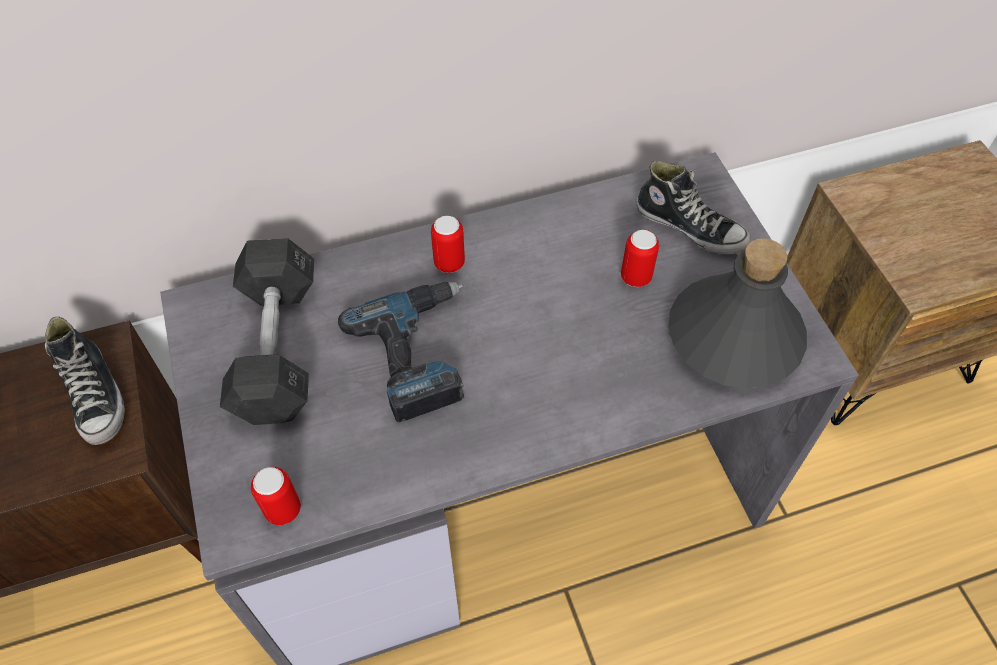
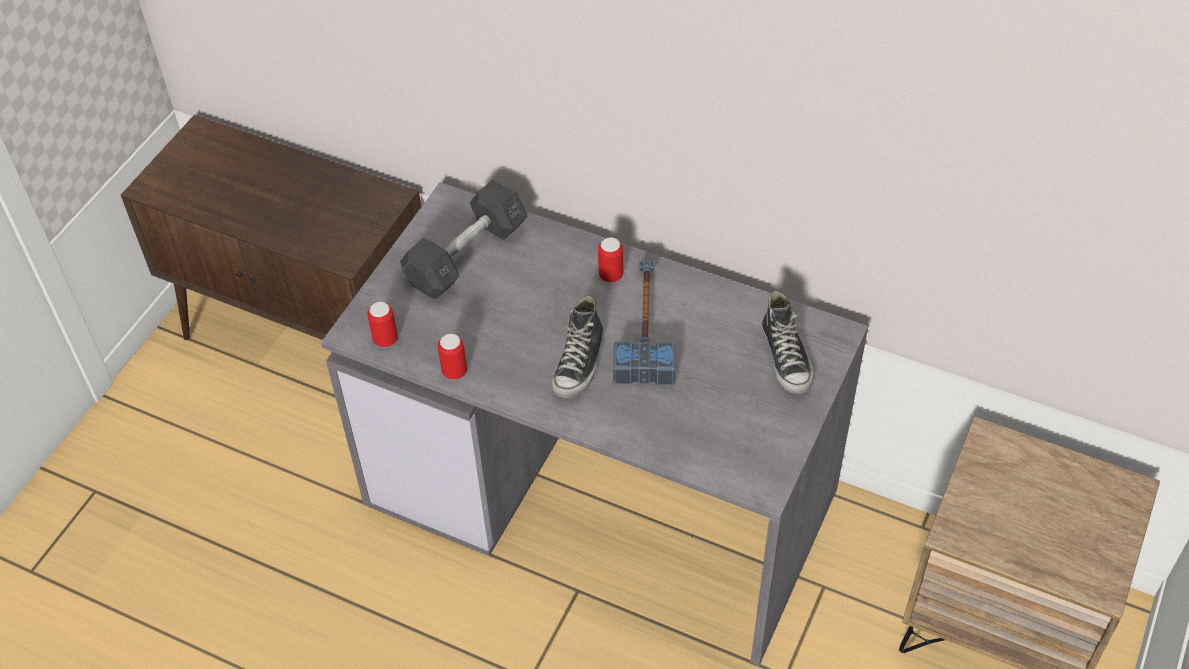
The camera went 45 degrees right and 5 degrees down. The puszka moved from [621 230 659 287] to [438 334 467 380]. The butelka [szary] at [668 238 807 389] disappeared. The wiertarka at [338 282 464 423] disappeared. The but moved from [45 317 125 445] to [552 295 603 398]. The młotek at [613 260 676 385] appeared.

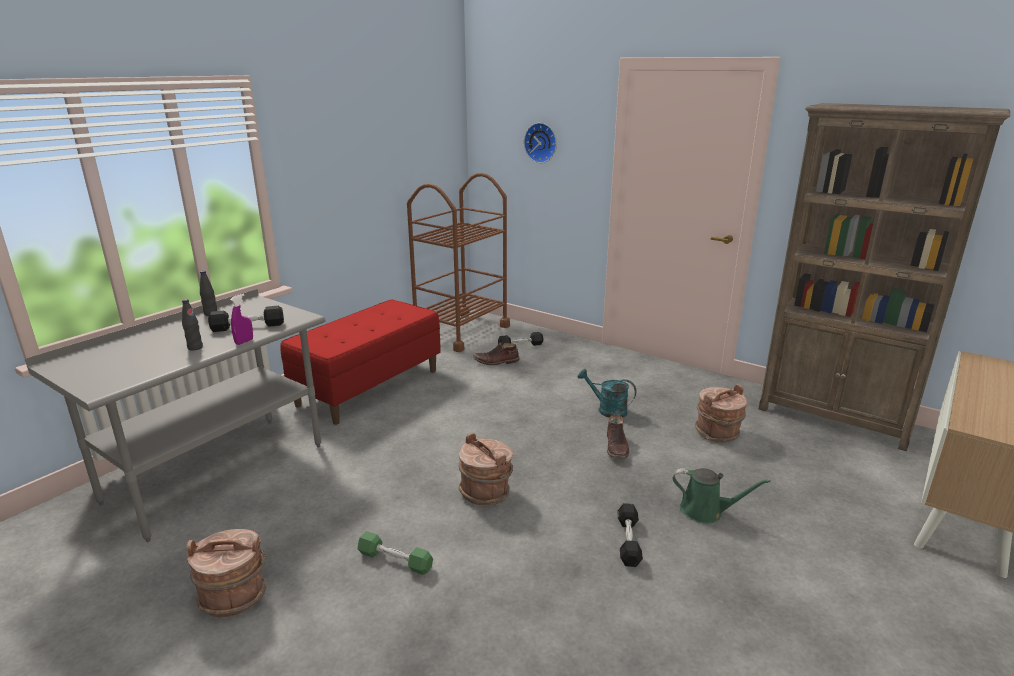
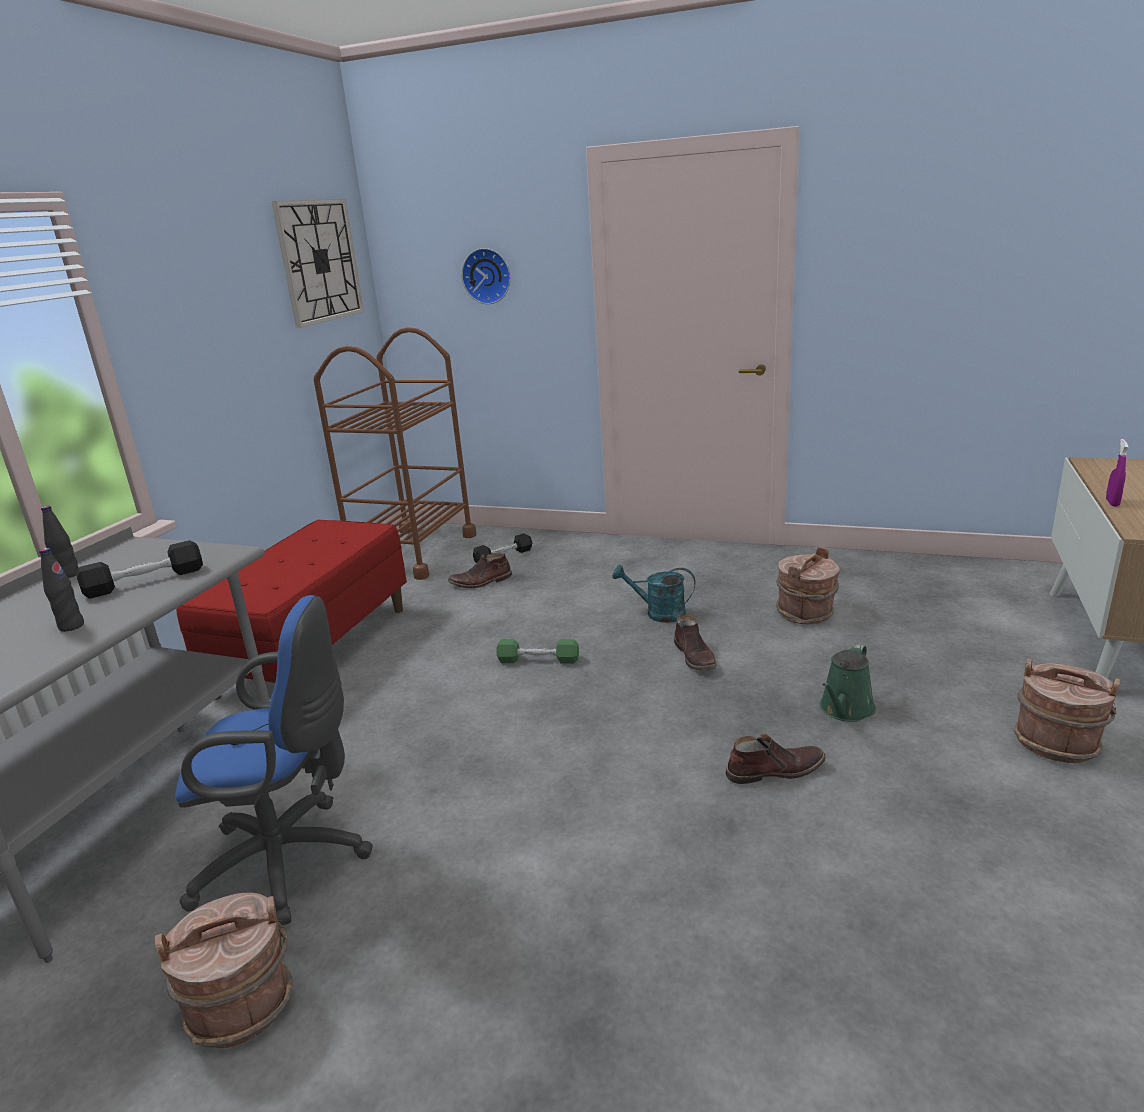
The camera went 15 degrees left and 0 degrees up. The regał [brązowy] at [758 103 1010 452] disappeared. The spryskiwacz [fioletowy] moved from [230 294 253 345] to [1106 439 1128 507]. The wiadro [brązowy] moved from [459 432 513 506] to [1014 659 1121 763]. The konewka [zielony] at [672 468 771 524] turned 120 degrees clockwise. The hantel [czarny] at [617 503 643 567] was replaced by the but z cholewką [brązowy] at [725 734 826 784]. The hantel [zielony] moved from [357 531 433 575] to [496 639 579 664]. The zegar ścienny at [271 199 364 328] appeared. The krzesło biurowe [niebieski] at [175 595 373 925] appeared.

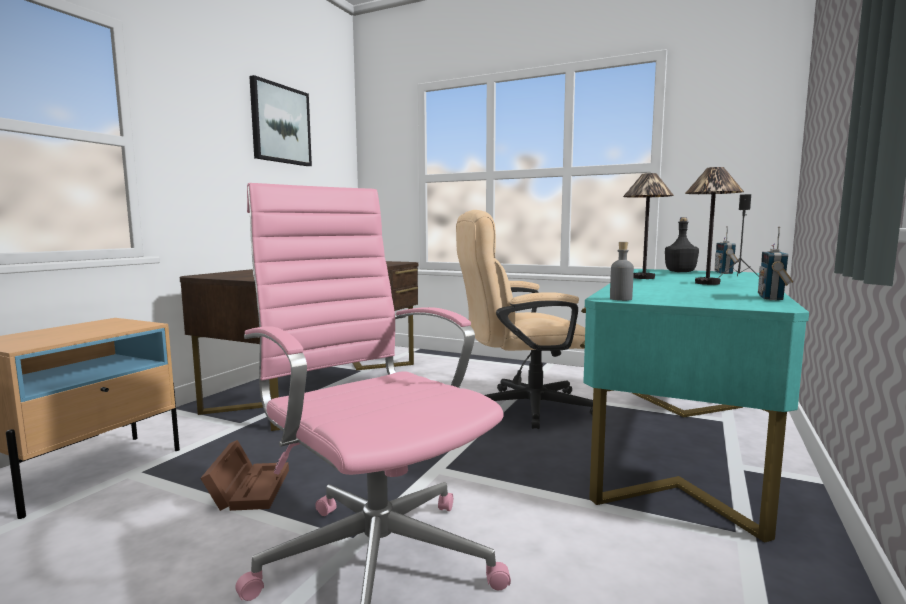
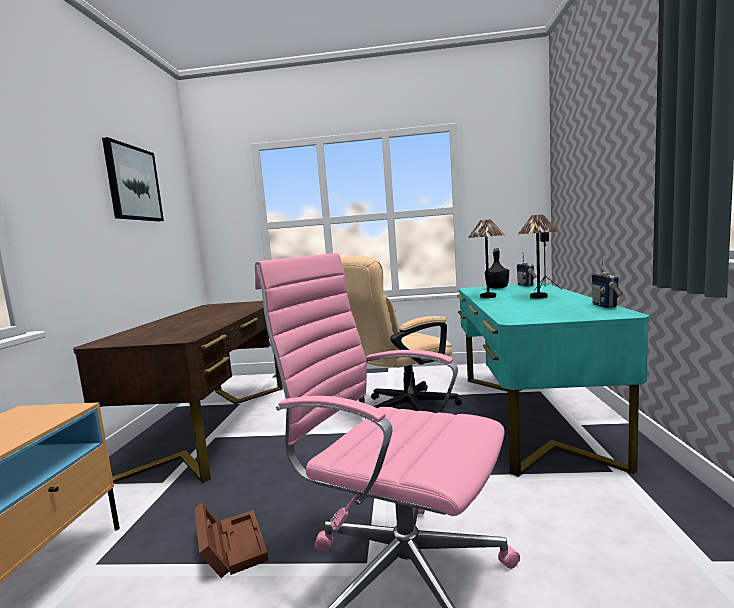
The camera went 20 degrees left and 0 degrees up. The butelka [szary] at [610 242 634 301] disappeared.

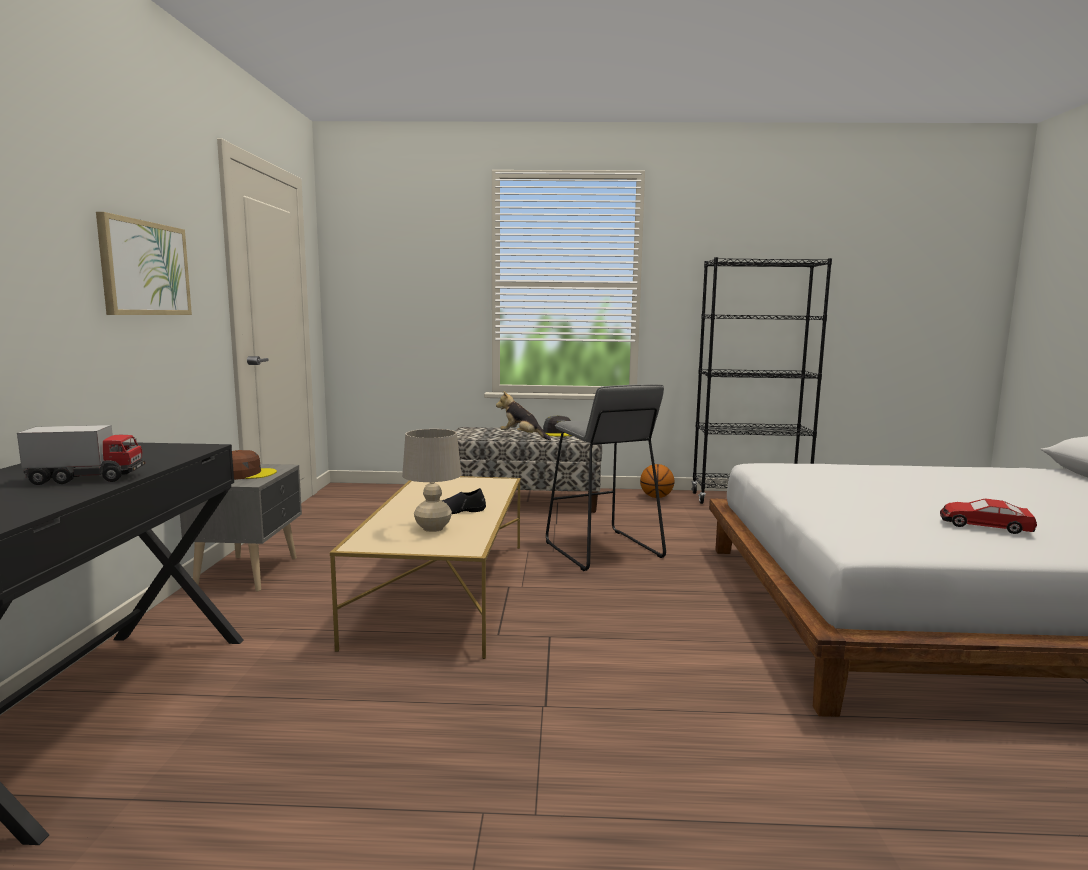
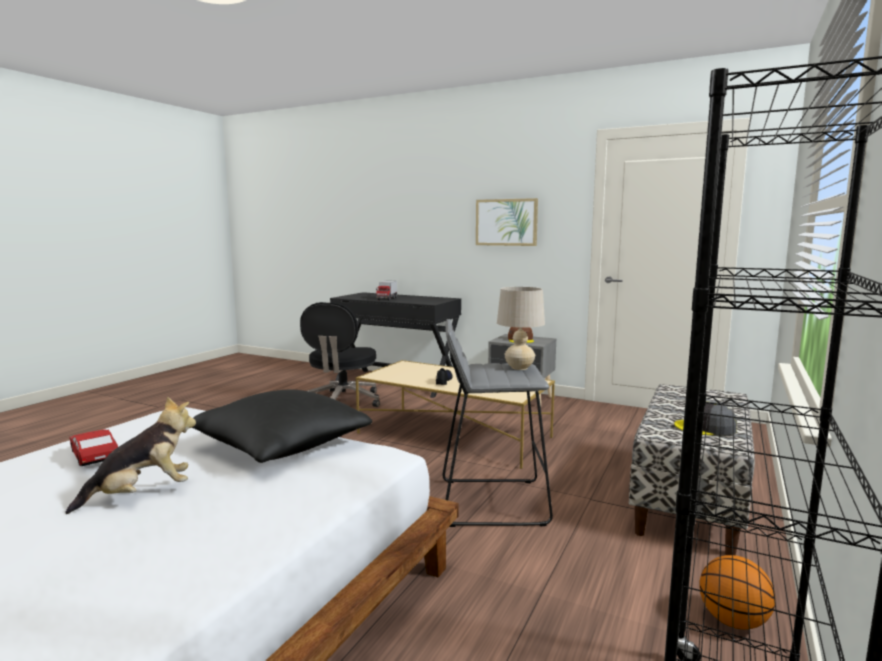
The camera went 115 degrees right and 0 degrees up. The pluszak moved from [496 391 551 440] to [65 397 196 514]. The lampa stołowa [beżowy] moved from [402 429 461 532] to [497 287 545 370]. The samochodzik at [940 498 1037 534] turned 90 degrees counterclockwise. The krzesło biurowe [czarny] at [300 302 380 407] appeared. The poduszka [czarny] at [192 390 372 463] appeared.

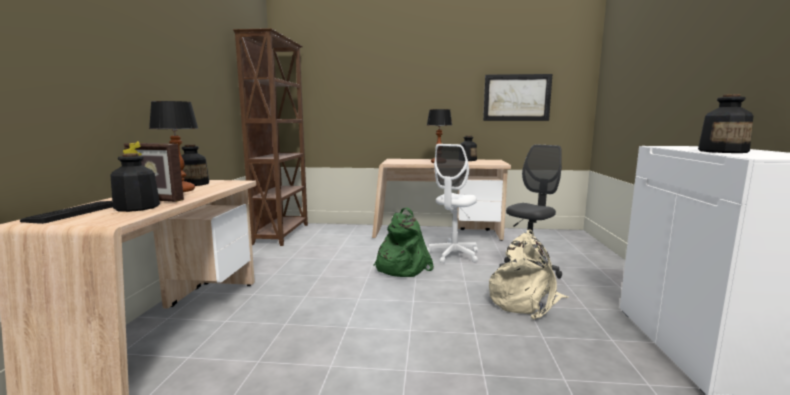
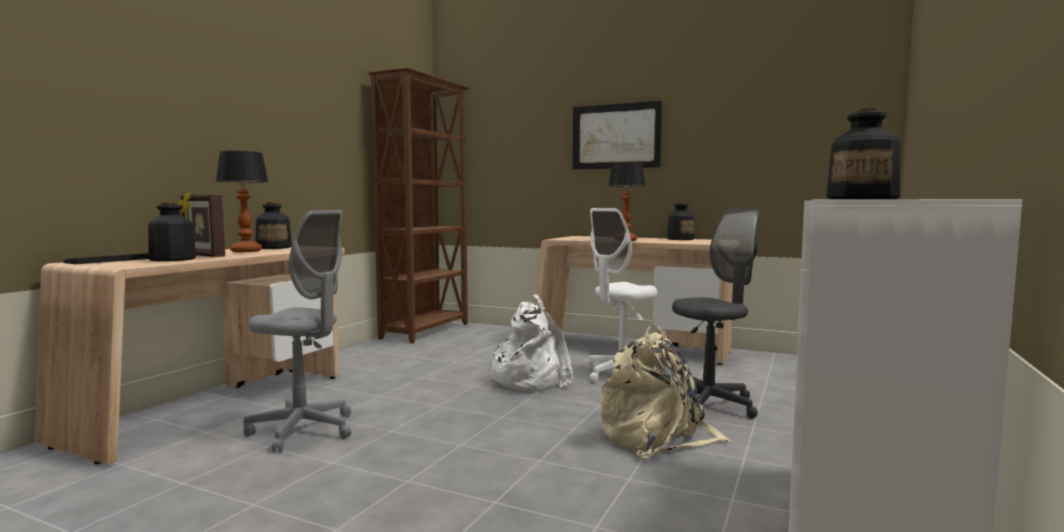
The camera went 20 degrees right and 5 degrees down. The obraz moved from [483 74 552 121] to [573 101 662 170]. The plecak [zielony] at [373 208 434 277] became the plecak [biały] at [486 295 573 392]. The krzesło biurowe [szary] at [243 210 351 452] appeared.

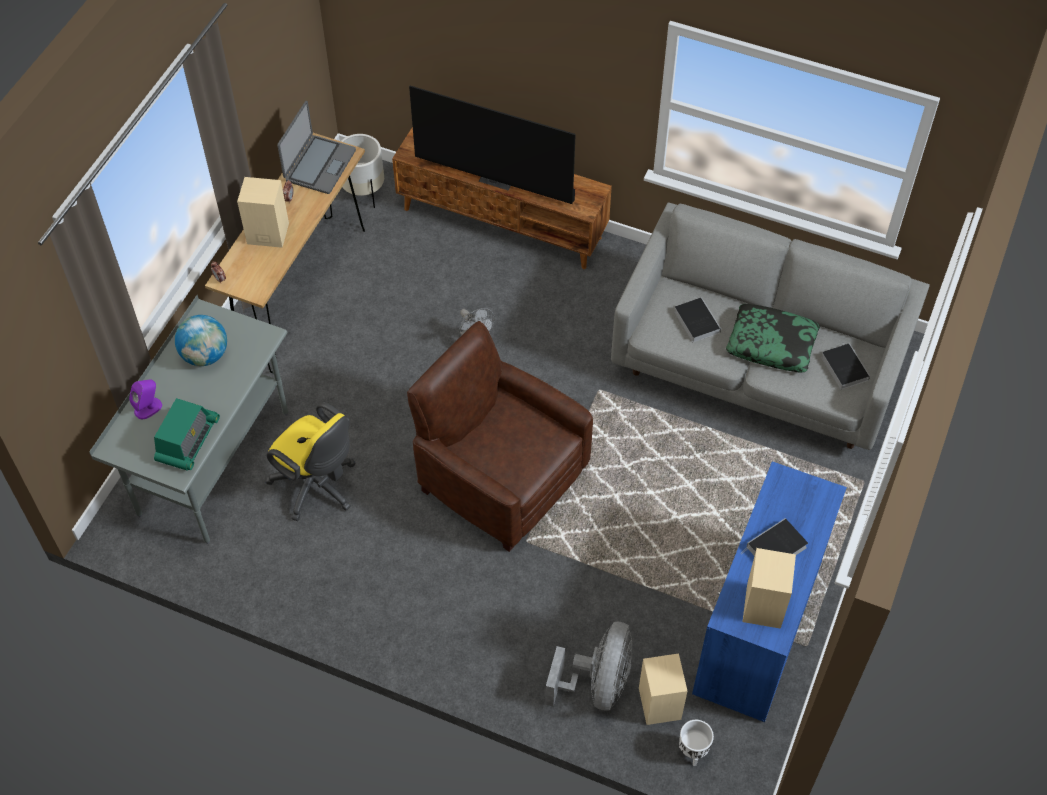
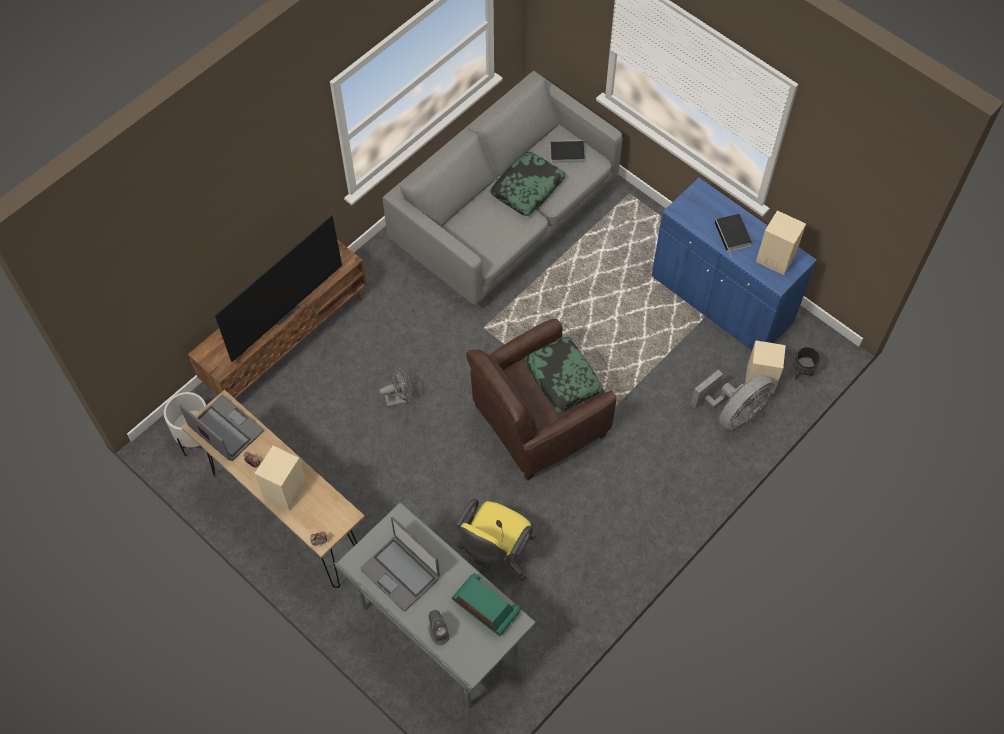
The camera went 70 degrees left and 5 degrees up. The książka at [674 297 721 342] disappeared. The globus at [175 315 227 366] was replaced by the laptop at [360 517 440 611]. The głośnik [fioletowy] at [129 379 162 419] became the głośnik [szary] at [429 610 449 645]. The krzesło biurowe [żółty] at [266 402 355 521] turned 150 degrees clockwise. The wentylator [szary] at [545 621 632 710] turned 105 degrees clockwise. The donica [biały] at [679 720 714 766] became the donica [czarny] at [794 347 821 380]. The poduszka at [524 337 603 412] appeared.

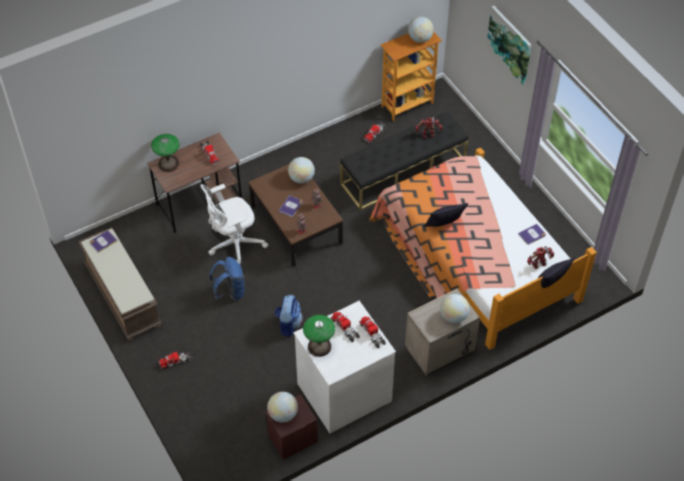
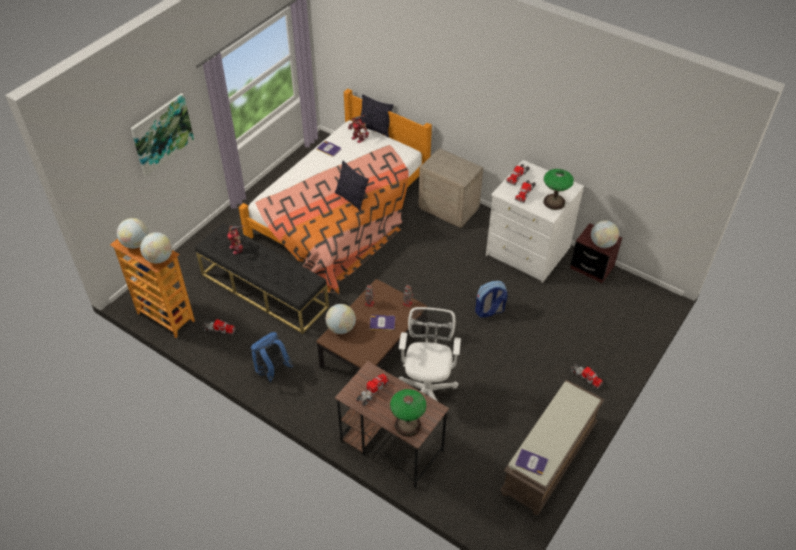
The camera went 115 degrees left and 5 degrees down. The krzesło biurowe [biały] at [200 184 268 264] turned 120 degrees counterclockwise. The plecak [niebieski] moved from [210 257 245 301] to [251 332 293 382]. The globus moved from [440 294 470 323] to [140 232 172 264].

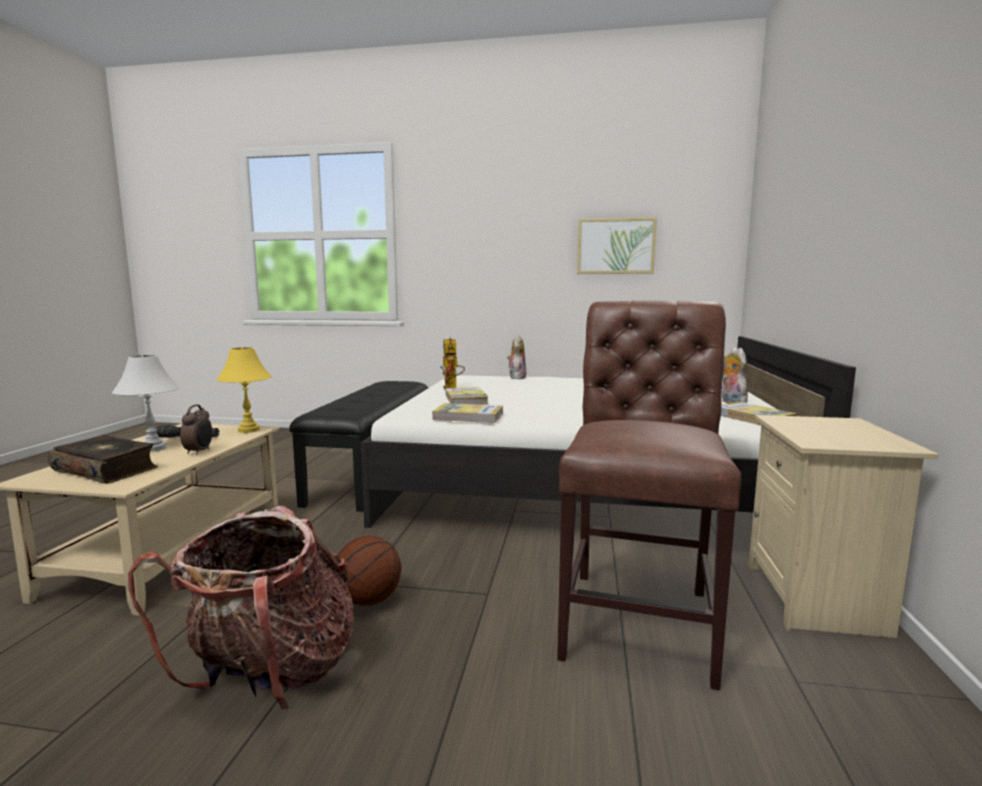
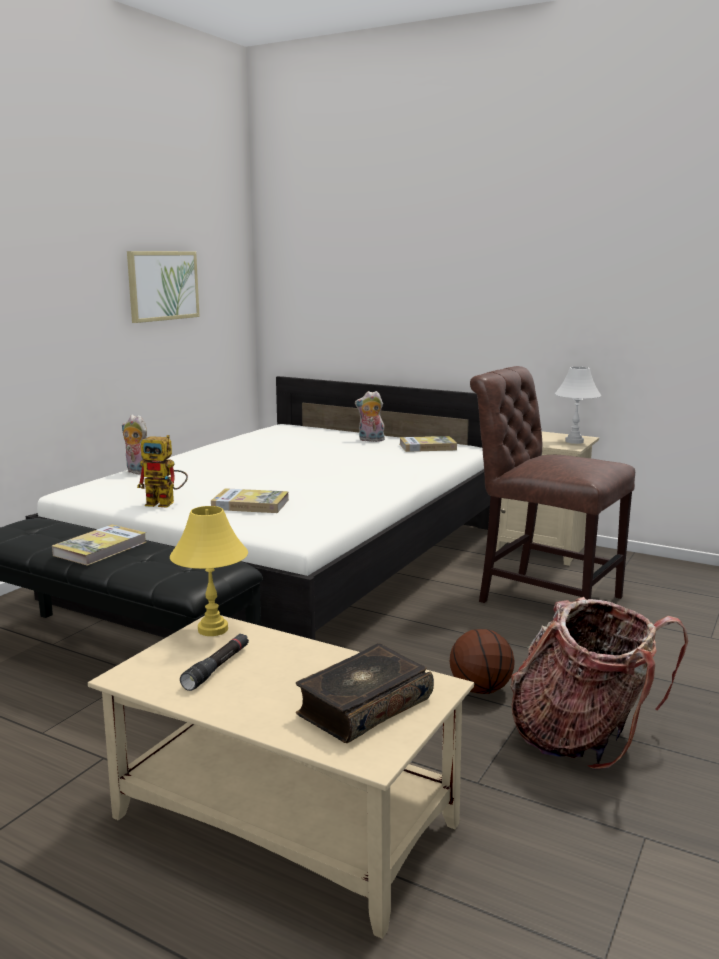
The camera went 70 degrees left and 5 degrees up. The lampa stołowa [biały] moved from [112 355 180 452] to [555 367 601 444]. The książka moved from [432 403 503 423] to [52 524 146 566]. The budzik at [180 405 212 455] disappeared.

